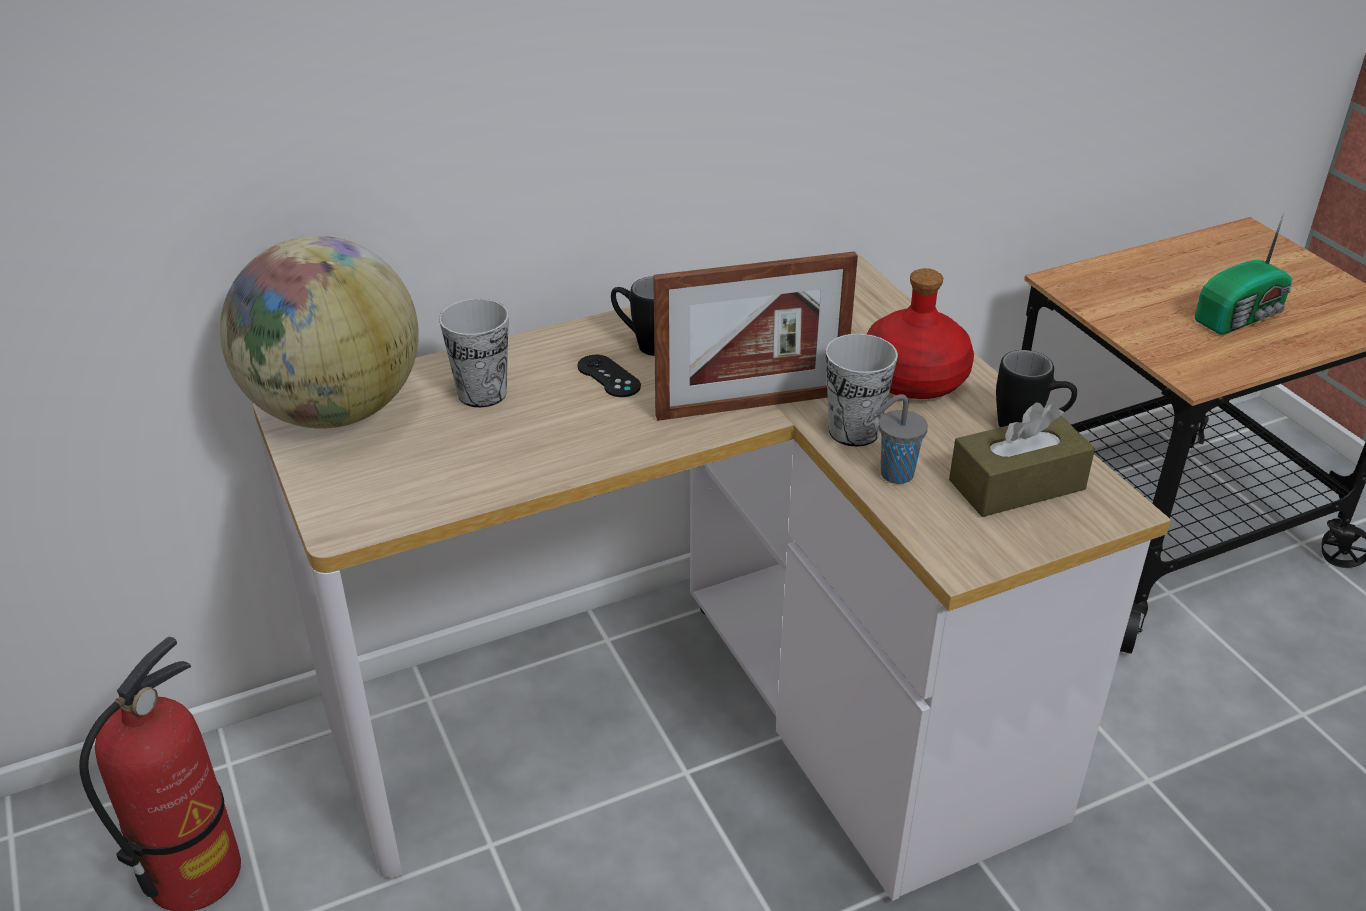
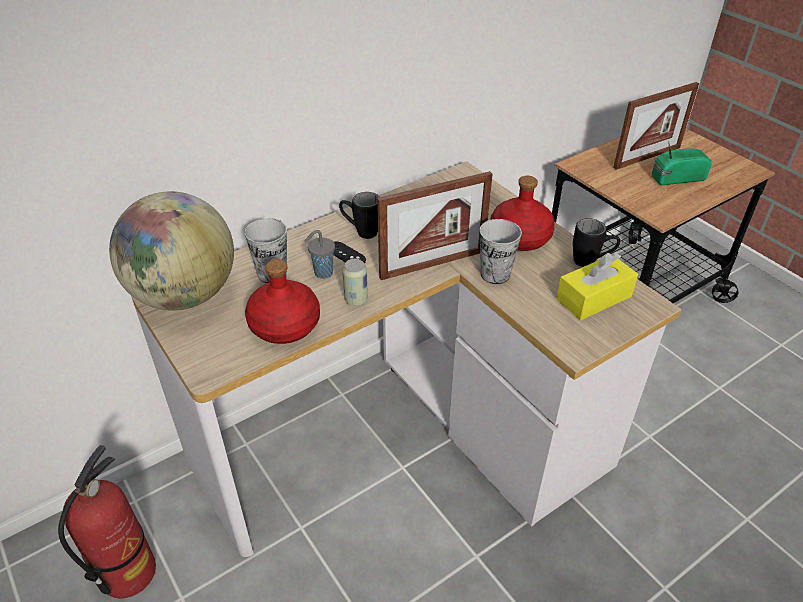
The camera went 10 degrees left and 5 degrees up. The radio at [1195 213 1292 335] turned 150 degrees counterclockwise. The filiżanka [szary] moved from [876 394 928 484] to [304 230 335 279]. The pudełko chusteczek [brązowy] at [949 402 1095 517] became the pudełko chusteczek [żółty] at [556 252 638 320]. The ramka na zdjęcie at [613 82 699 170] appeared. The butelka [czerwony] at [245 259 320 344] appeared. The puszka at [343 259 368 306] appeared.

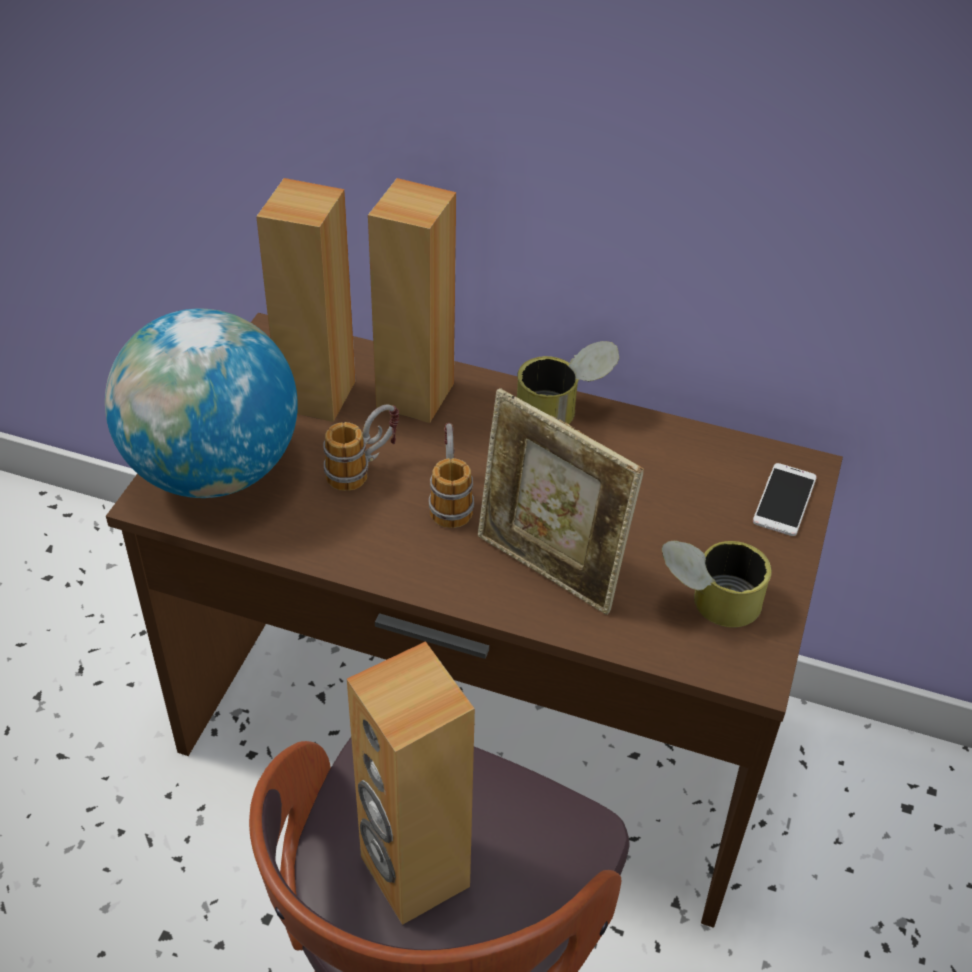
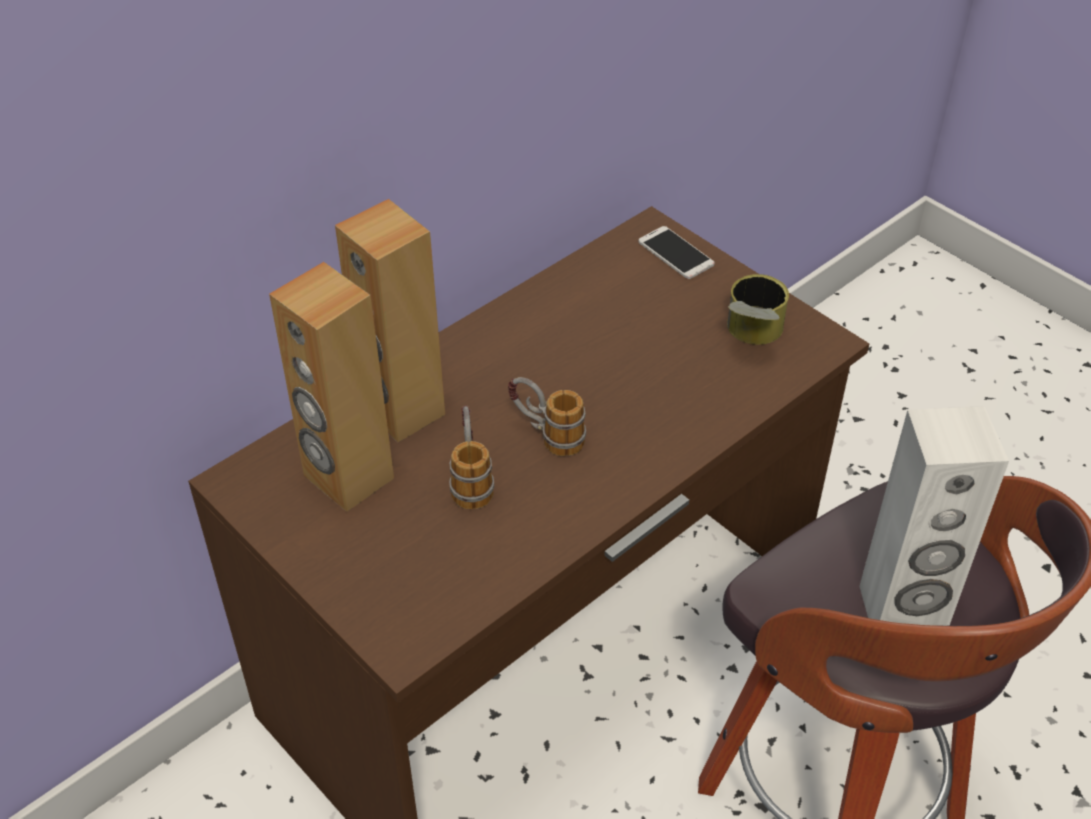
The camera went 60 degrees left and 0 degrees up. The globus at [105 308 298 498] disappeared. The puszka at [517 341 619 424] disappeared. The ramka na zdjęcie at [478 388 644 615] disappeared. The głośnik [brązowy] at [347 641 475 925] became the głośnik [biały] at [859 406 1009 626].

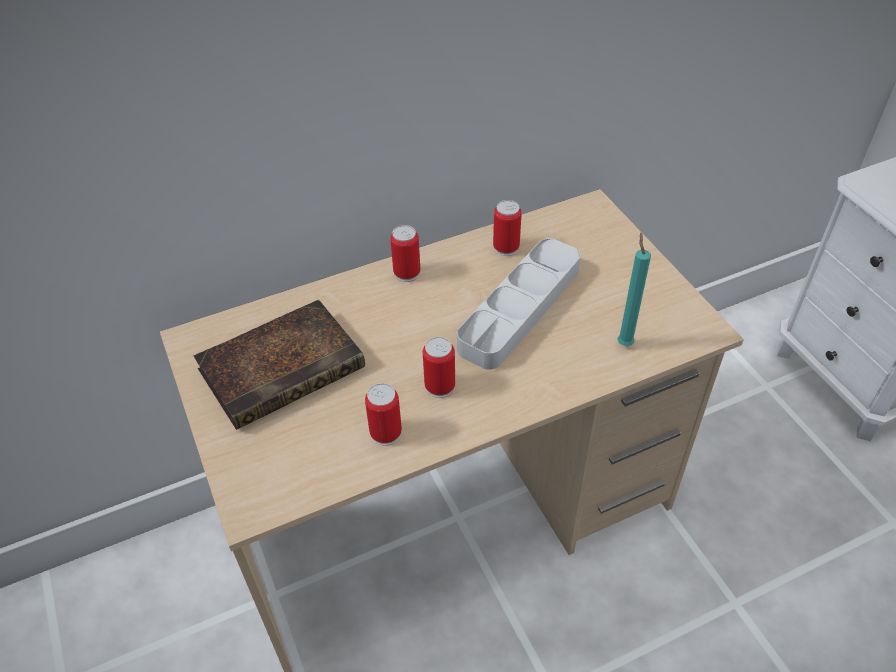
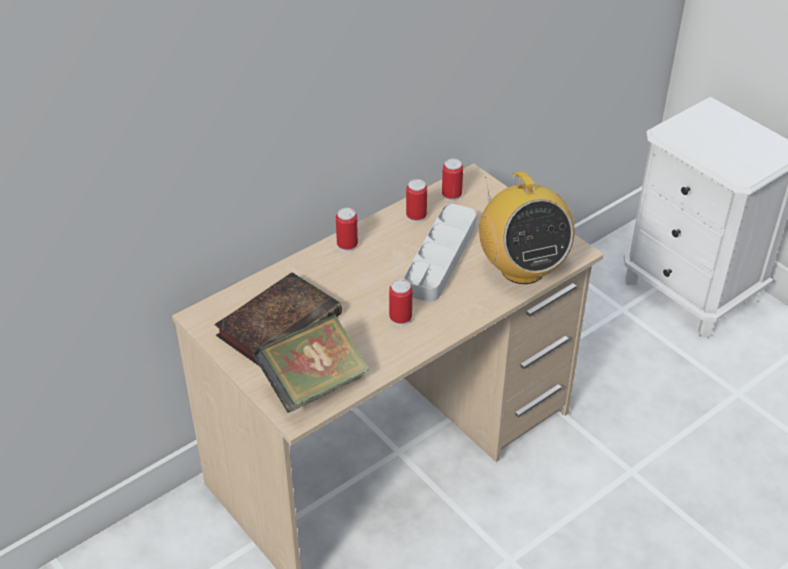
The camera went 15 degrees left and 5 degrees down. The świeca [turkusowy] at [618 233 651 346] was replaced by the radio at [479 171 575 284]. The puszka moved from [365 383 402 446] to [442 159 463 201]. The książka at [253 314 370 413] appeared.

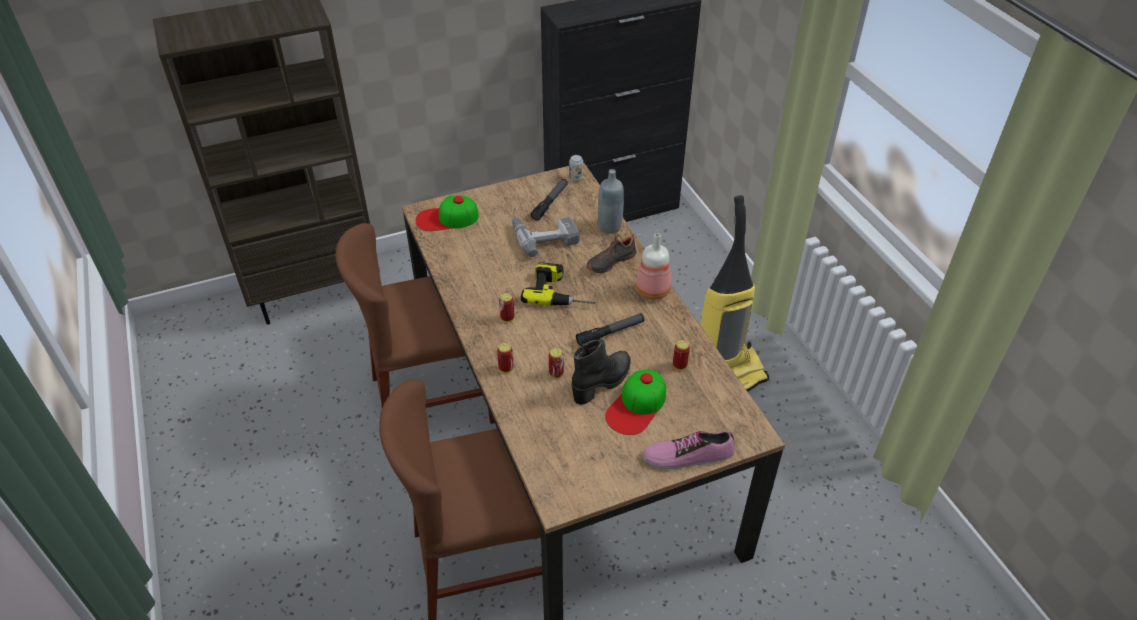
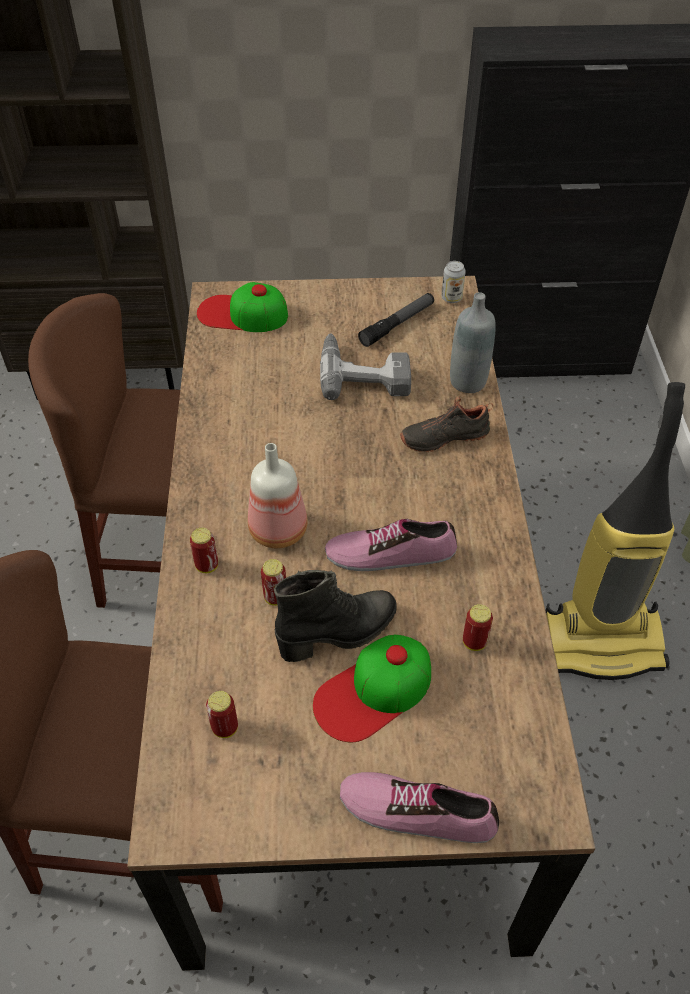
The camera went 20 degrees right and 5 degrees up. The butelka moved from [636 233 671 300] to [248 443 308 548]. The wiertarka at [521 262 596 306] disappeared. The puszka moved from [499 293 514 322] to [206 691 238 738]. The latarka at [576 313 645 346] was replaced by the but at [325 519 457 571].

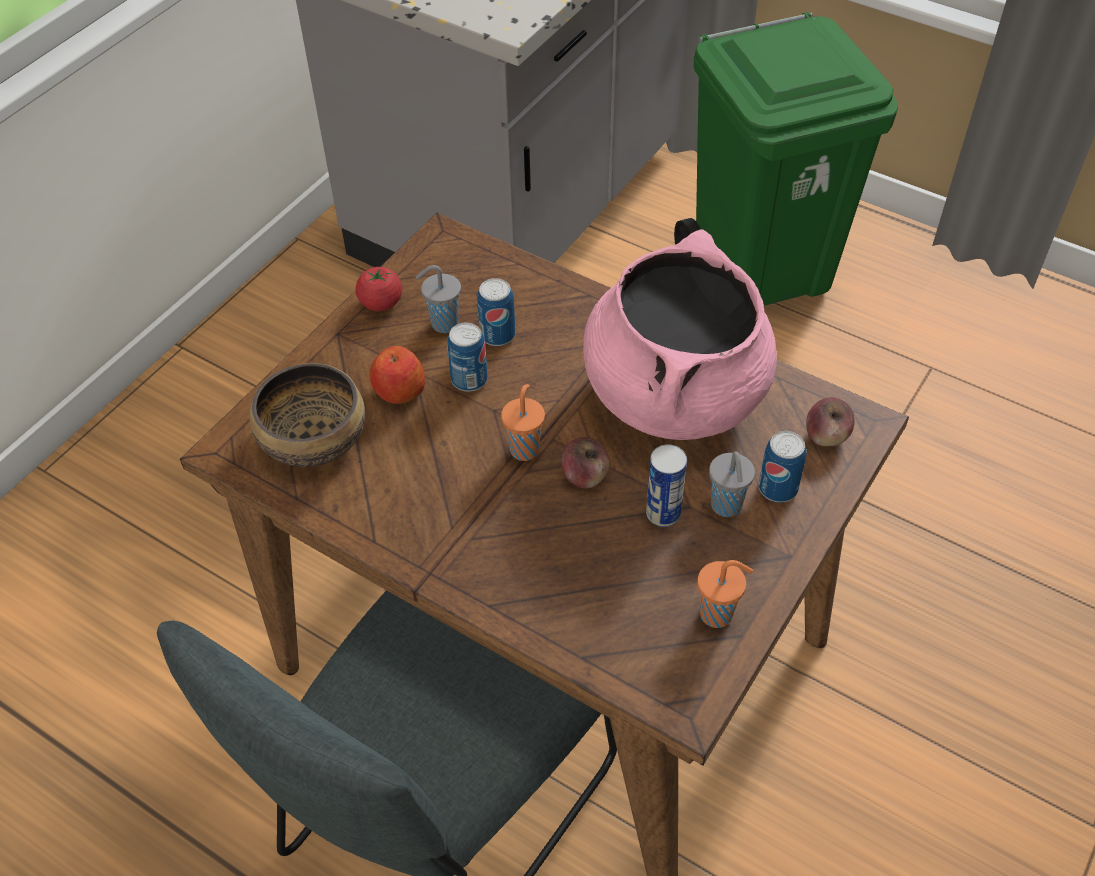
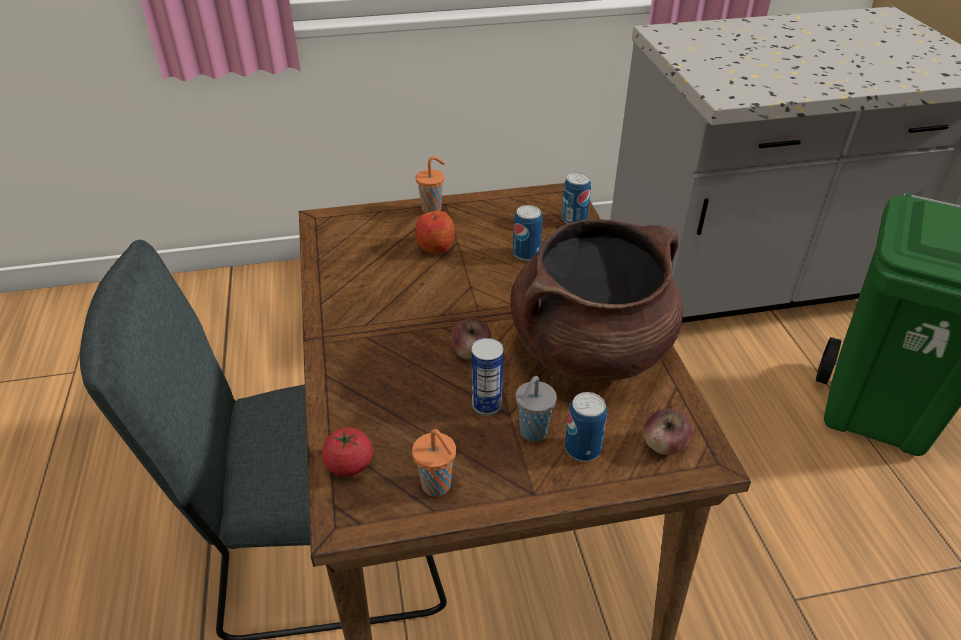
The camera went 45 degrees right and 10 degrees down. The garnek [różowy] at [583 229 777 440] became the garnek [brązowy] at [510 219 683 382]. The filiżanka [szary] at [416 265 461 333] disappeared. The pomidor moved from [355 267 402 311] to [322 427 373 477]. The puszka moved from [447 323 488 391] to [562 172 591 224]. The miska at [250 363 365 467] disappeared. The filiżanka [pomarańczowy] moved from [501 384 545 461] to [416 156 445 213].

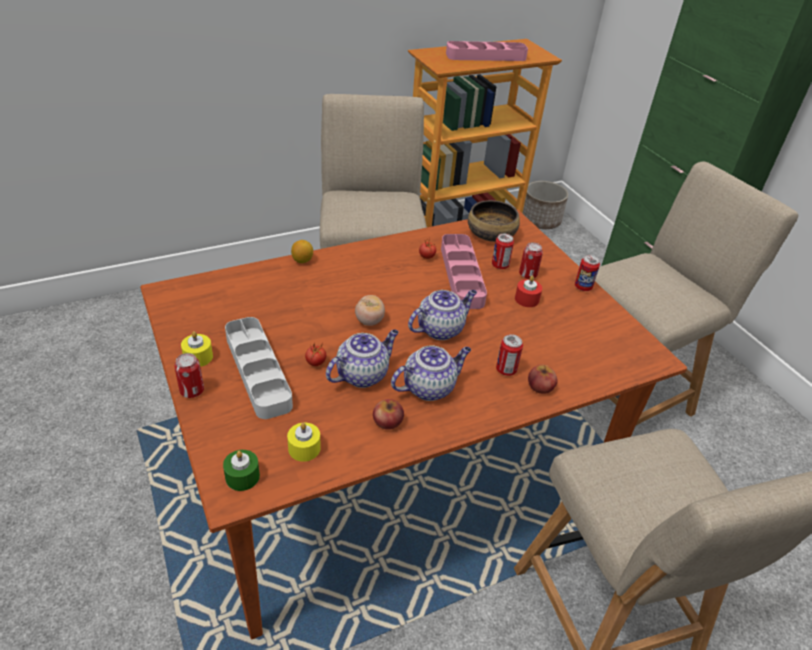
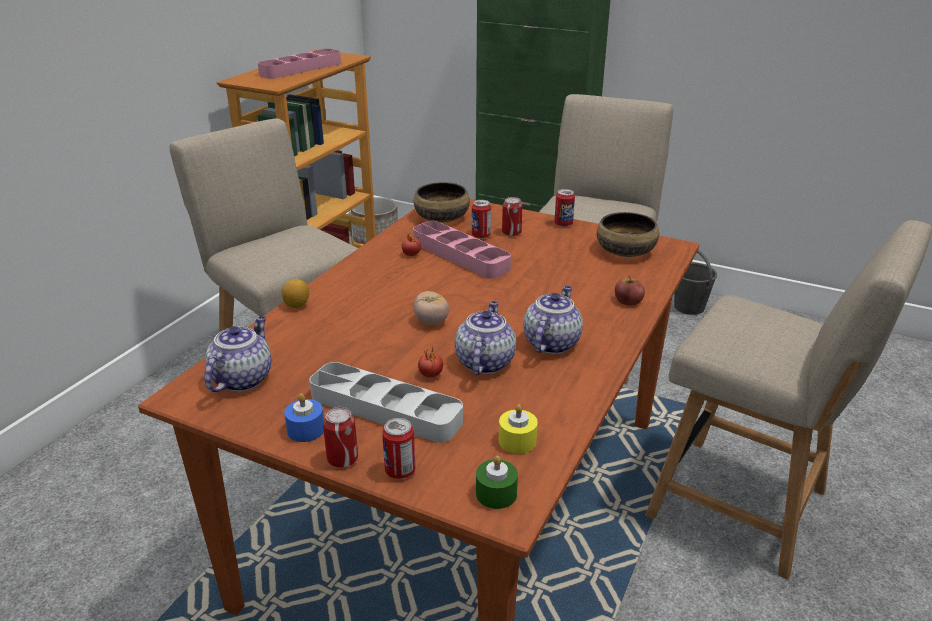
The camera went 35 degrees left and 10 degrees down. The świeca [czerwony] at [515 276 542 307] disappeared. The imbryk moved from [408 290 477 340] to [204 316 271 392]. The świeca [żółty] at [181 331 213 367] became the świeca [niebieski] at [284 394 324 442]. The puszka moved from [496 334 523 376] to [382 418 415 479]. The jabłko at [373 399 404 430] disappeared. The miska at [597 212 659 257] appeared. The wiadro [szary] at [674 250 717 315] appeared.

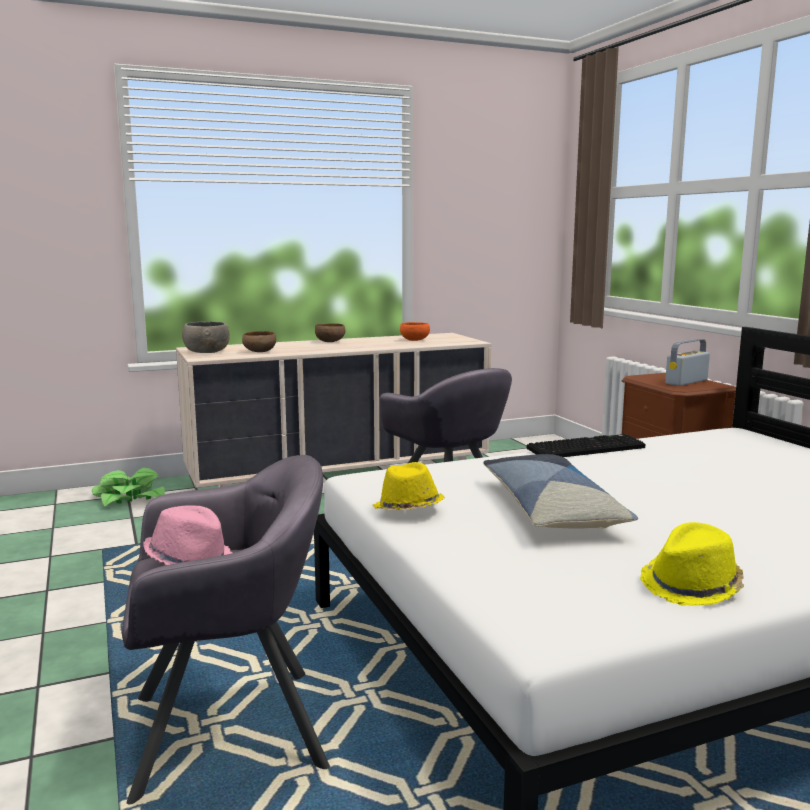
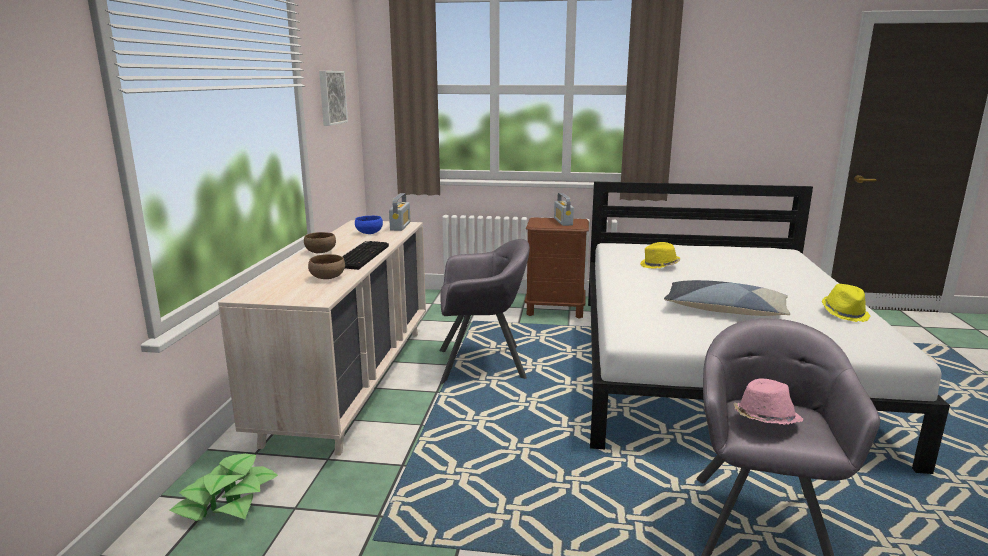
The camera went 60 degrees left and 5 degrees up. The miska [szary] at [182 321 230 353] disappeared. The miska [pomarańczowy] at [400 322 430 341] became the miska [niebieski] at [355 216 383 234]. The klawiatura moved from [527 434 646 457] to [342 241 389 270]. The kapelusz [żółty] moved from [373 462 444 510] to [640 242 680 269]. The obraz at [319 71 348 126] appeared. The radio at [389 193 410 231] appeared.

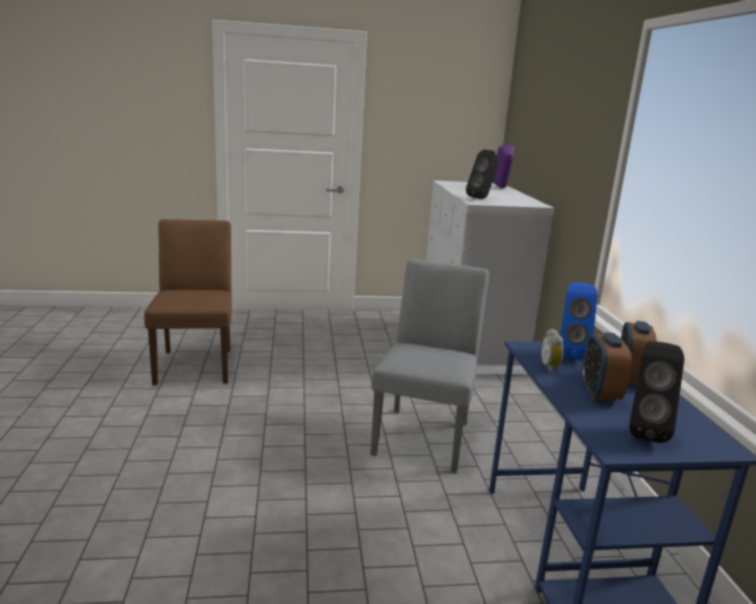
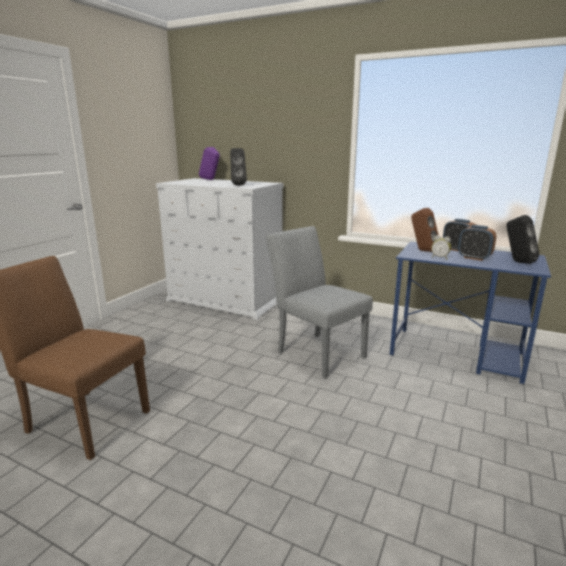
The camera went 55 degrees left and 0 degrees up. The głośnik [niebieski] at [560 283 597 360] became the głośnik [brązowy] at [411 208 439 252].

